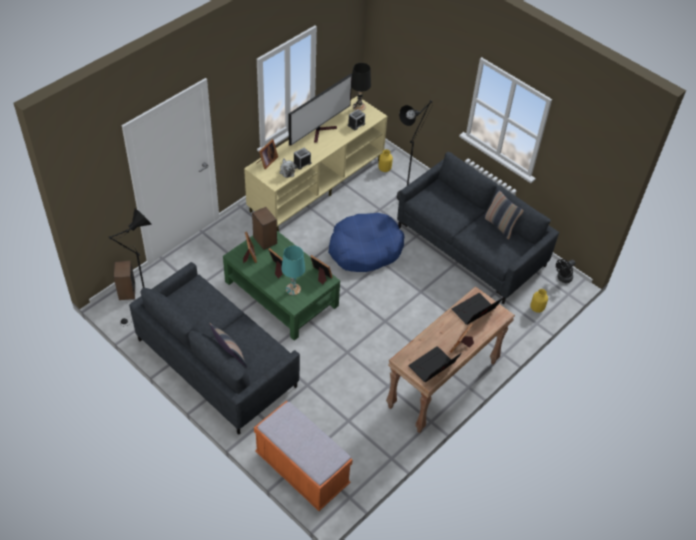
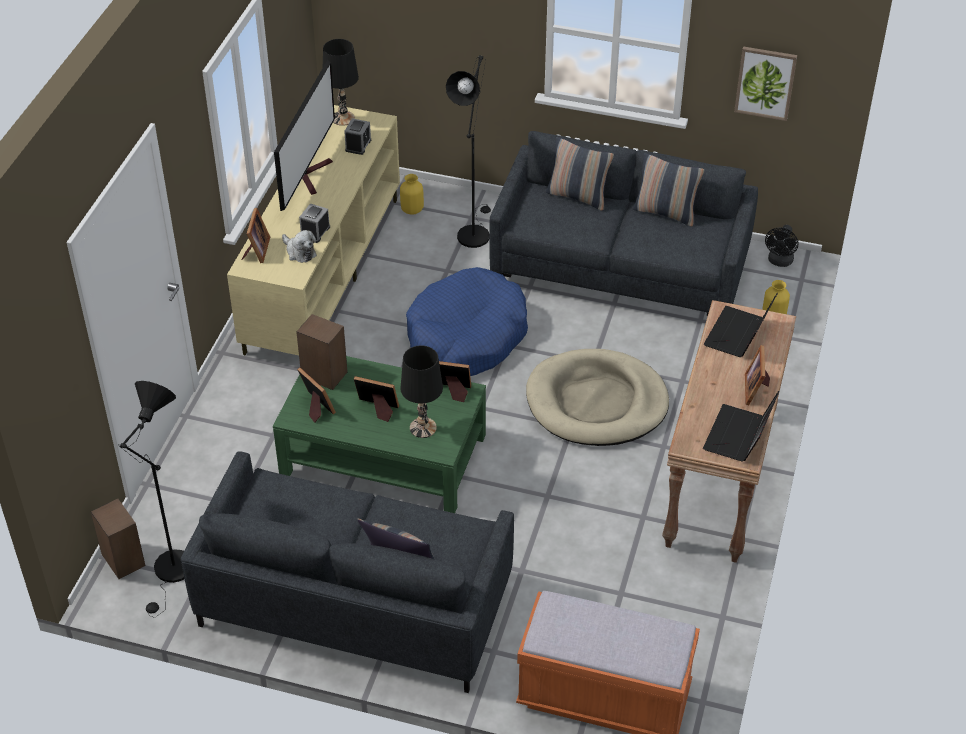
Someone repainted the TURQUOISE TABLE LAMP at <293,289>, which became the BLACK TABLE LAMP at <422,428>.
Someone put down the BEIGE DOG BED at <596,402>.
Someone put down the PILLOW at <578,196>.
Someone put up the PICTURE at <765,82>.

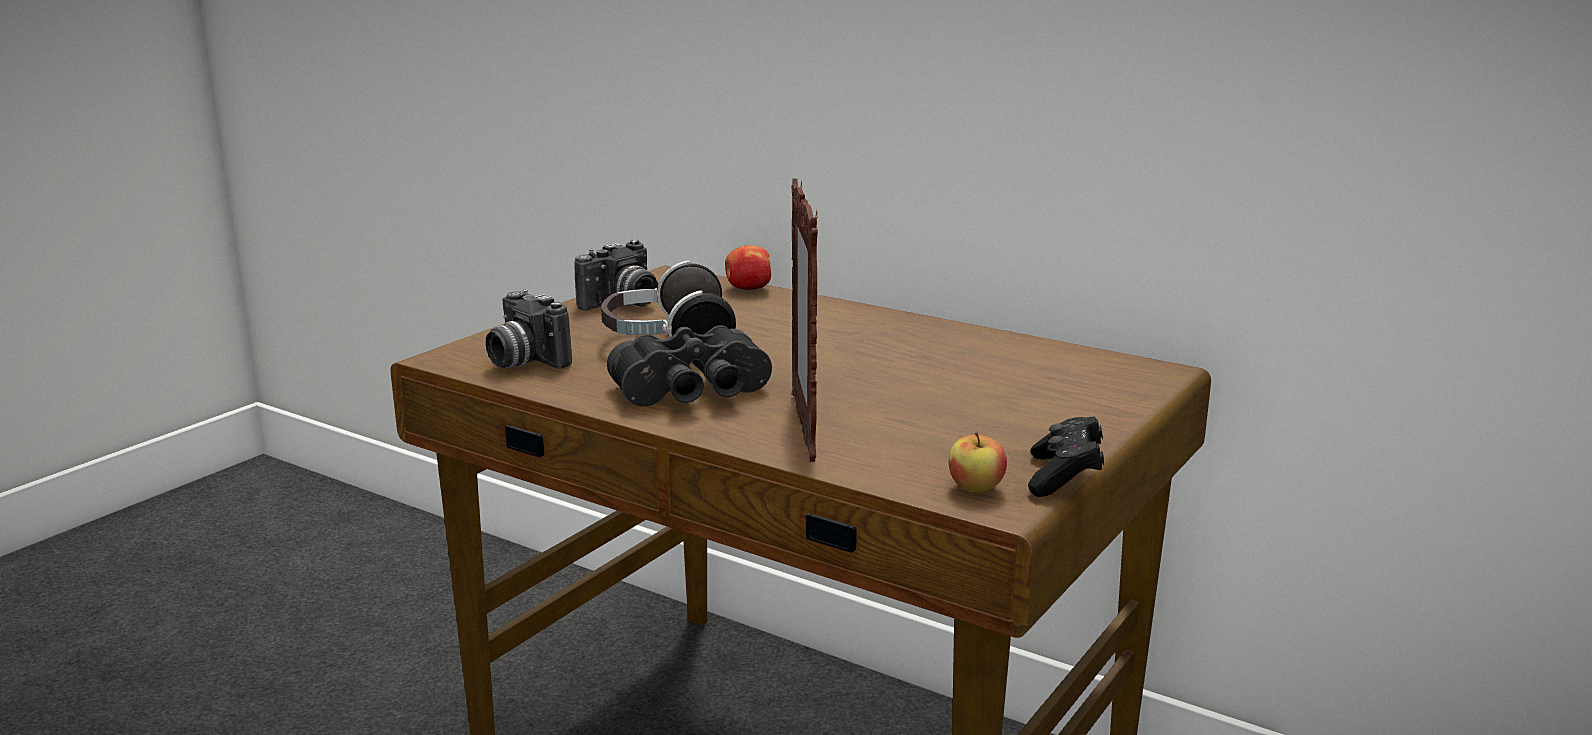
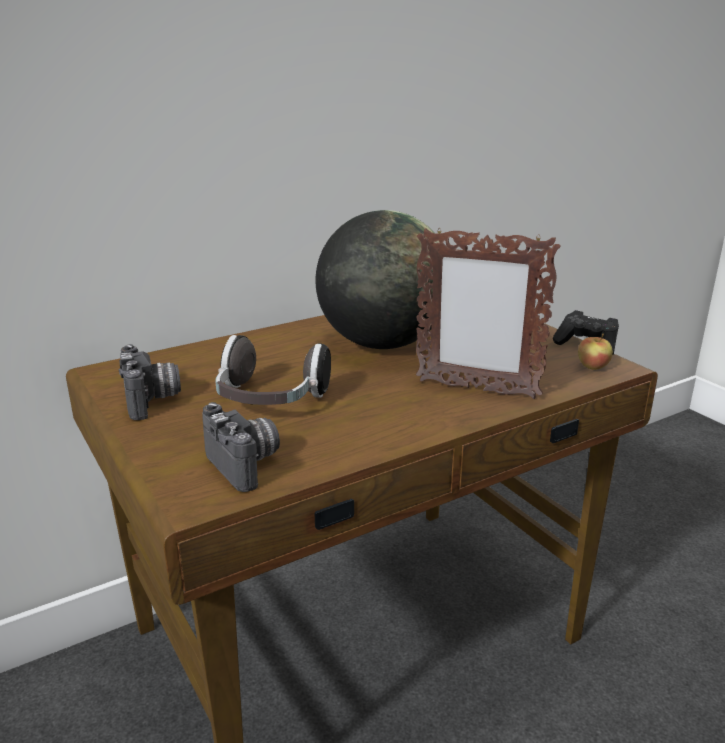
Someone rotated the PHOTO CAMERA at <523,361> by 105 degrees counterclockwise.
Someone took away the BLACK BINOCULARS at <694,394>.
Someone took away the APPLE at <748,289>.
Someone put down the GLOBE at <382,344>.

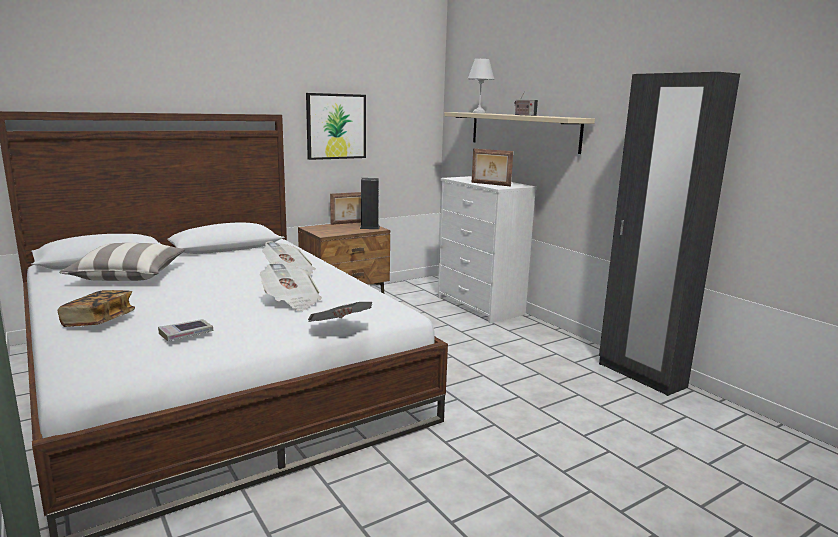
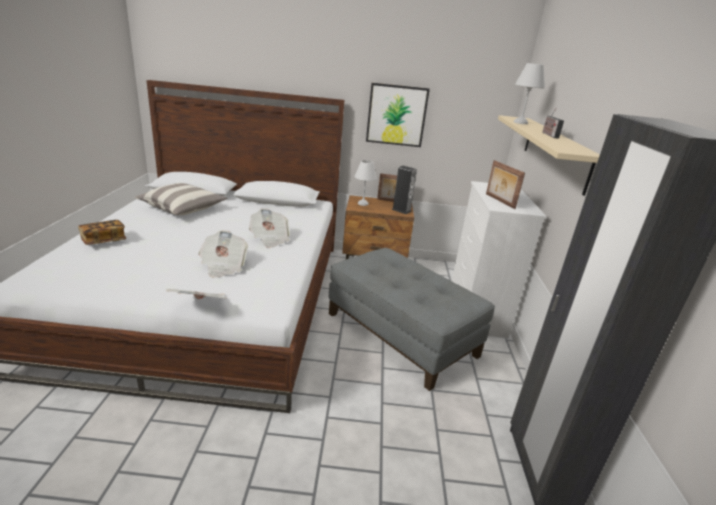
Someone took away the BOOK at <186,334>.
Someone put down the GREY OTTOMAN at <401,334>.
Someone put down the WHITE TABLE LAMP at <363,204>.

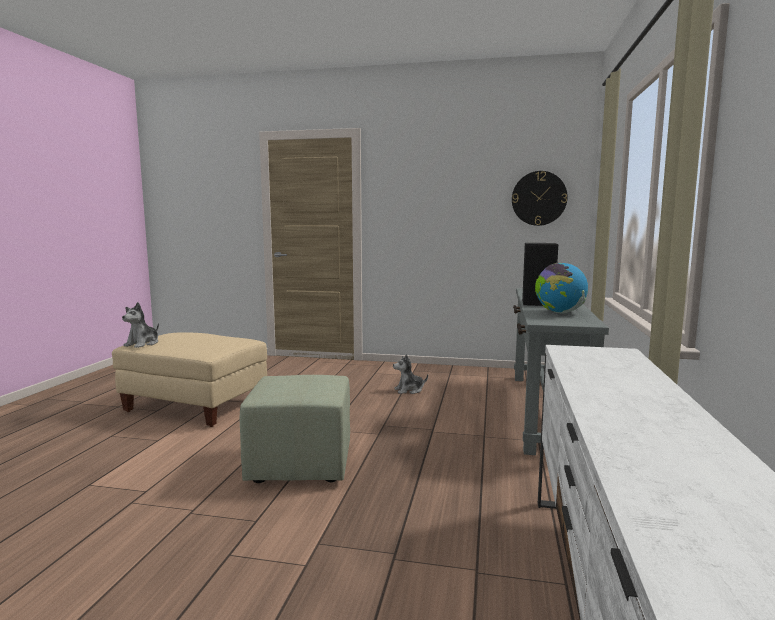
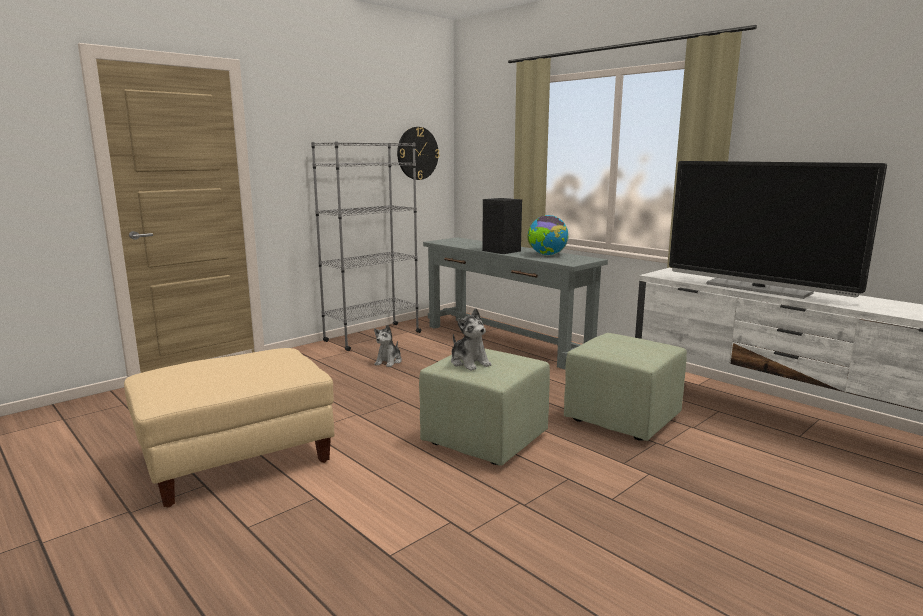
Someone carried the PLUSH TOY from <143,344> to <469,362>.
Someone put down the GREY BOOKCASE at <372,337>.
Someone put down the GREEN OTTOMAN at <624,419>.
Someone put down the TELEVISION at <757,288>.

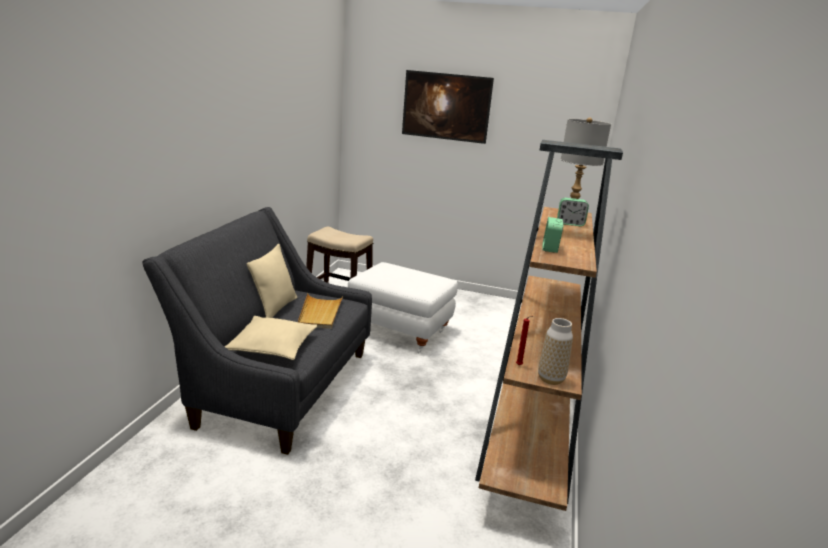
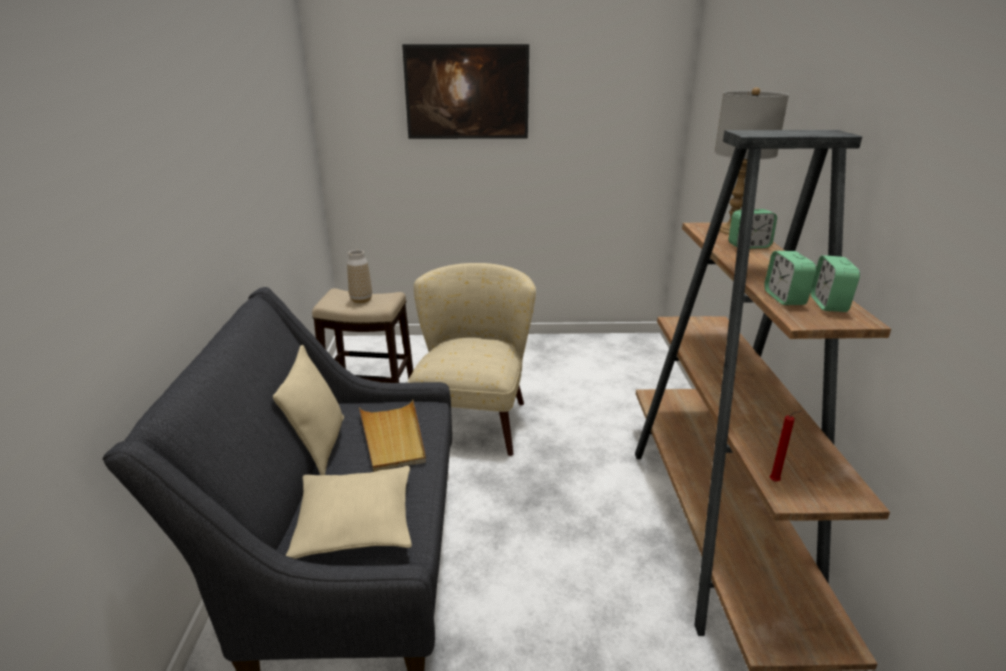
Someone swapped the WHITE OTTOMAN at <400,331> for the BEIGE ARMCHAIR at <474,415>.
Someone carried the VASE from <550,379> to <361,300>.
Someone put down the ALARM CLOCK at <828,304>.

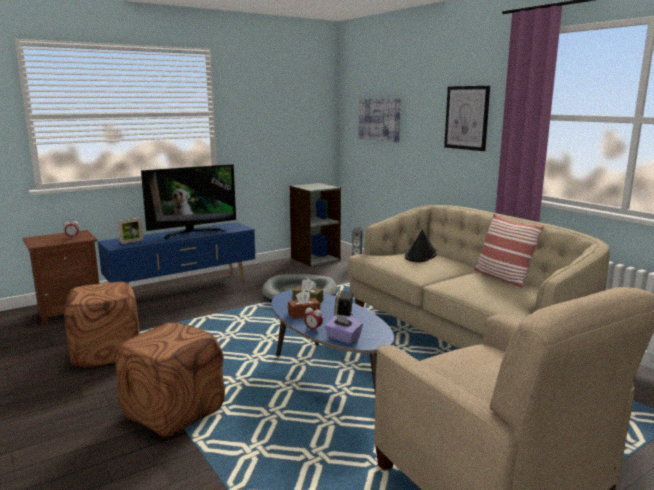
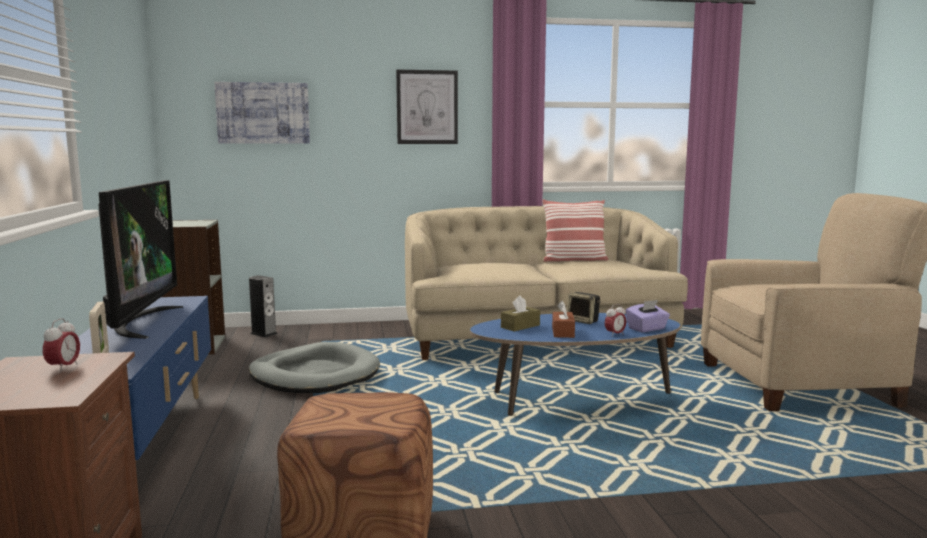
Someone took away the BROWN OTTOMAN at <172,411>.
Someone took away the BLACK HAT at <420,255>.

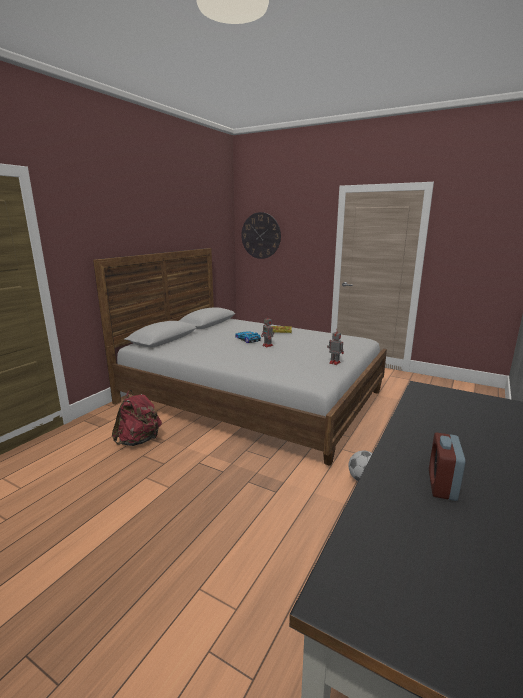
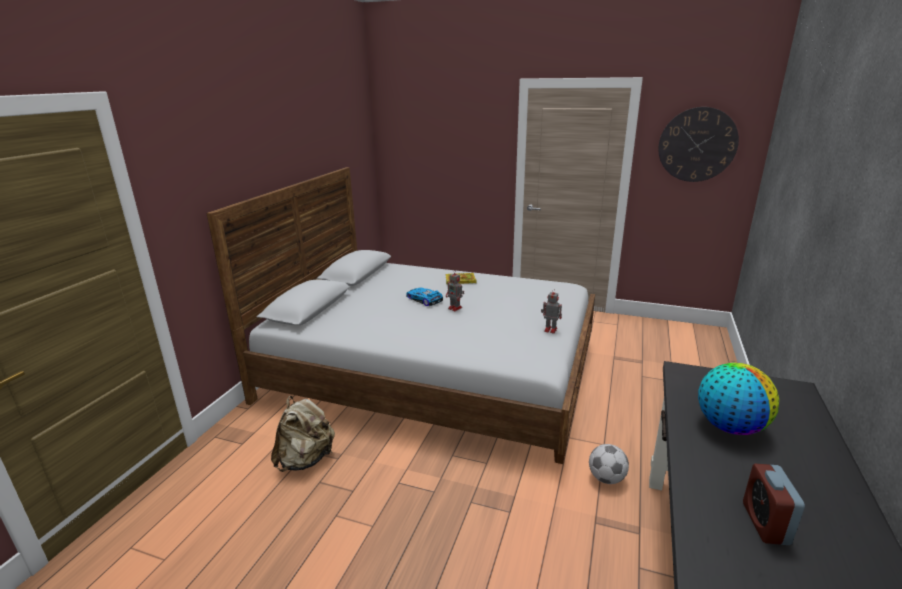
Someone repainted the RED BACKPACK at <139,441>, which became the BEIGE BACKPACK at <306,459>.
Someone carried the WALL CLOCK from <261,235> to <697,145>.
Someone put down the GLOBE at <730,427>.

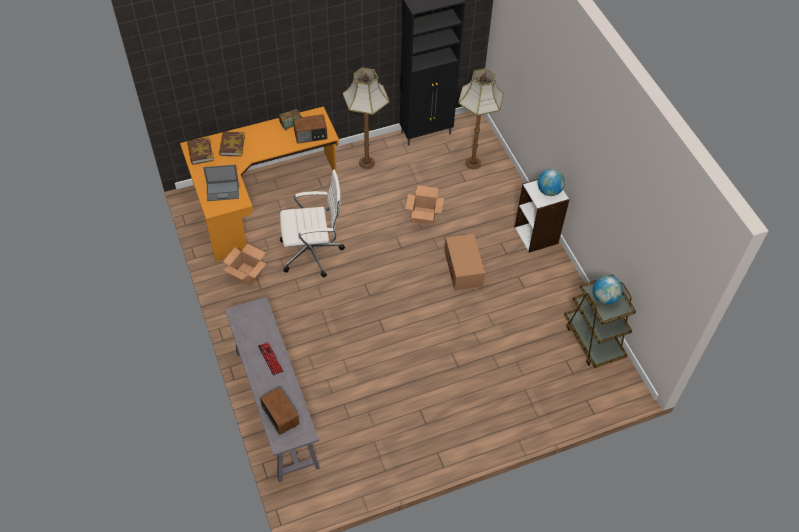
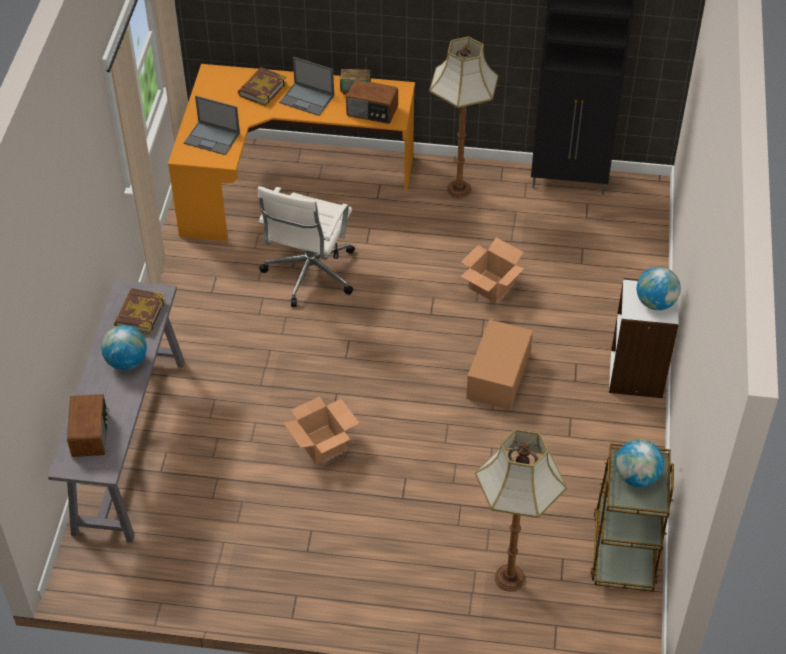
Someone carried the BOOK from <200,153> to <140,314>.
Someone carried the CARDBOARD BOX from <246,274> to <321,444>.
Someone swapped the KEYBOARD at <270,359> for the GLOBE at <126,362>.
Someone rotated the WHITE OFFICE CHAIR at <313,252> by 90 degrees clockwise.
Someone carried the FLOOR LAMP from <473,163> to <509,579>.
Someone put down the LAPTOP at <307,99>.

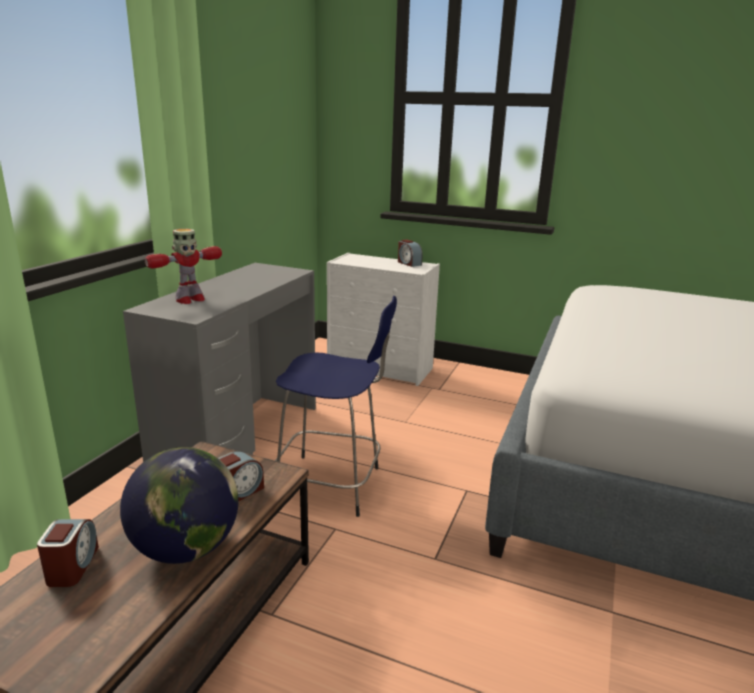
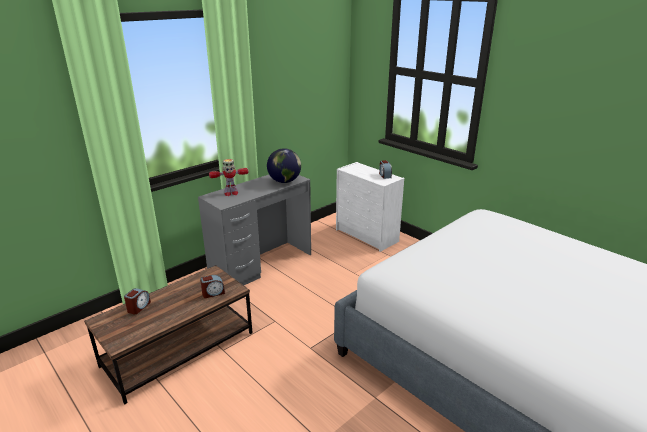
Someone carried the GLOBE from <187,548> to <285,181>.
Someone took away the BLUE STOOL at <332,485>.

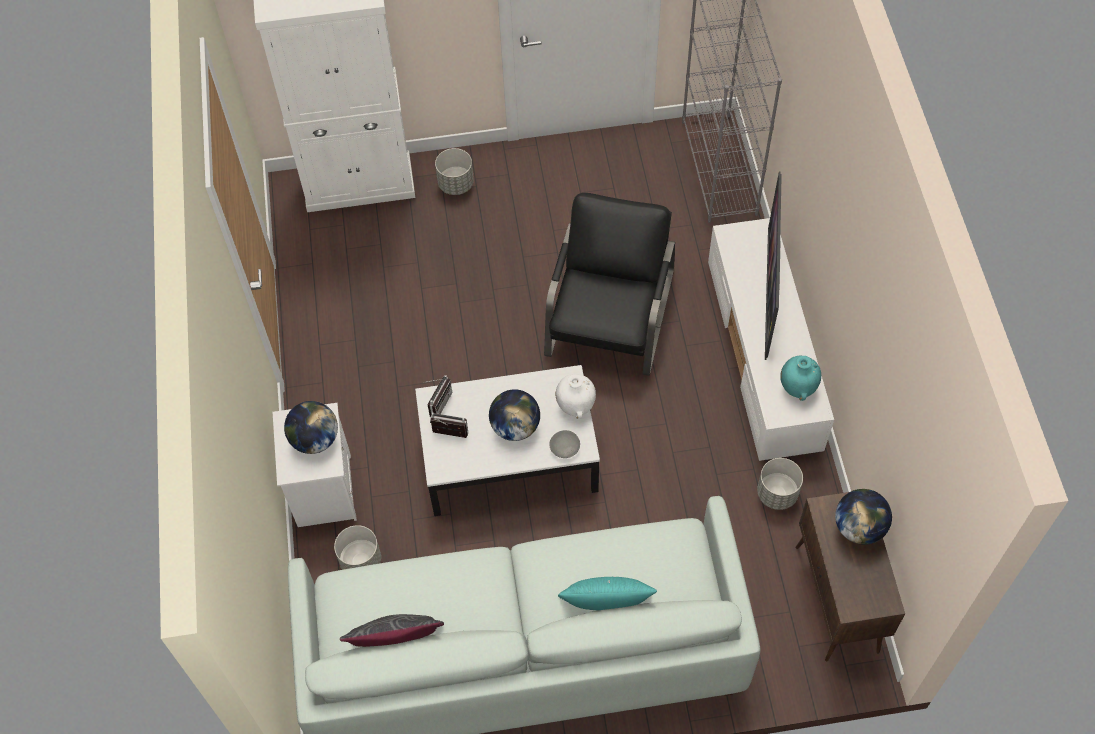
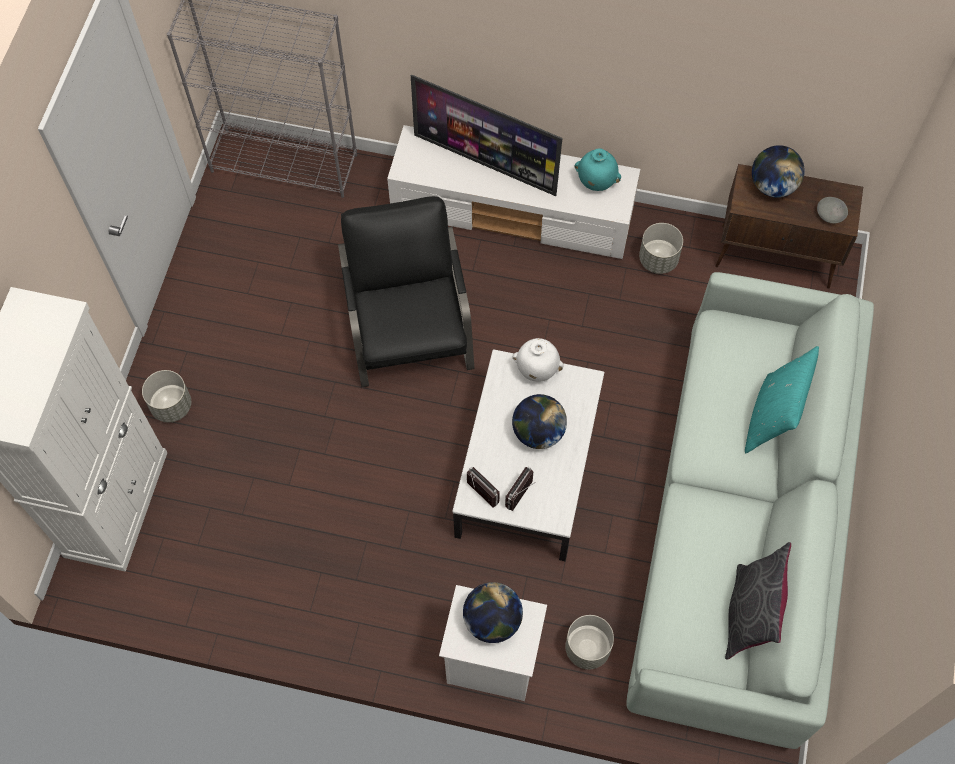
Someone rotated the BLACK ARMCHAIR at <609,316> by 45 degrees clockwise.
Someone carried the GREY BOWL from <564,448> to <831,214>.

